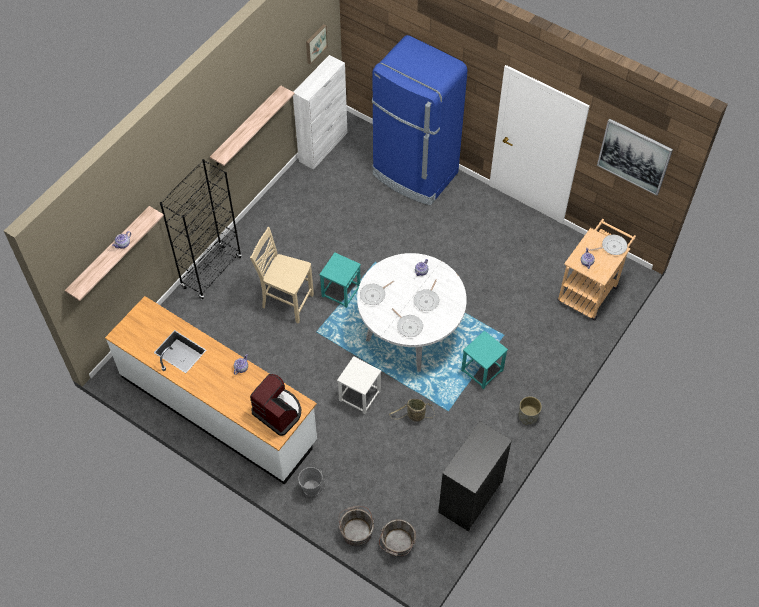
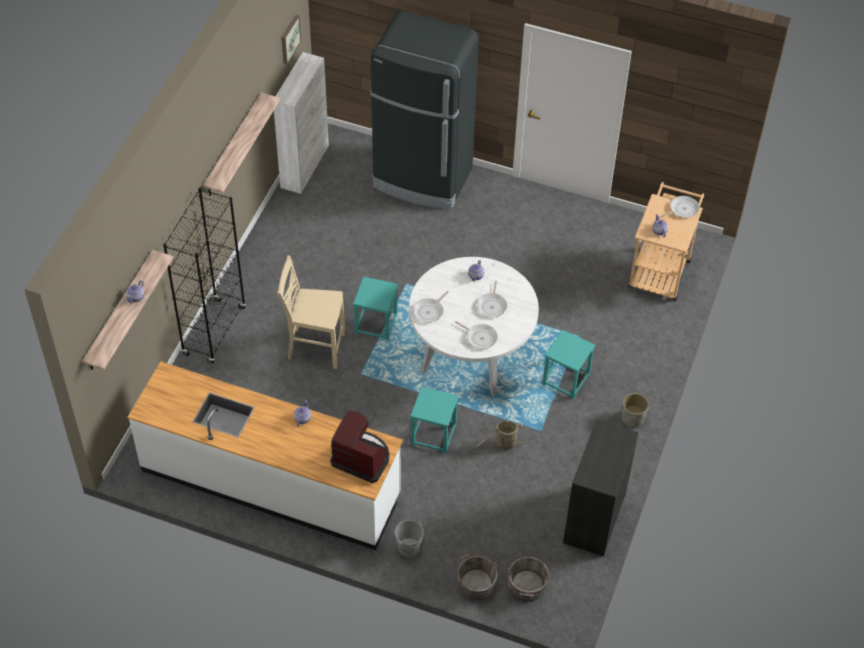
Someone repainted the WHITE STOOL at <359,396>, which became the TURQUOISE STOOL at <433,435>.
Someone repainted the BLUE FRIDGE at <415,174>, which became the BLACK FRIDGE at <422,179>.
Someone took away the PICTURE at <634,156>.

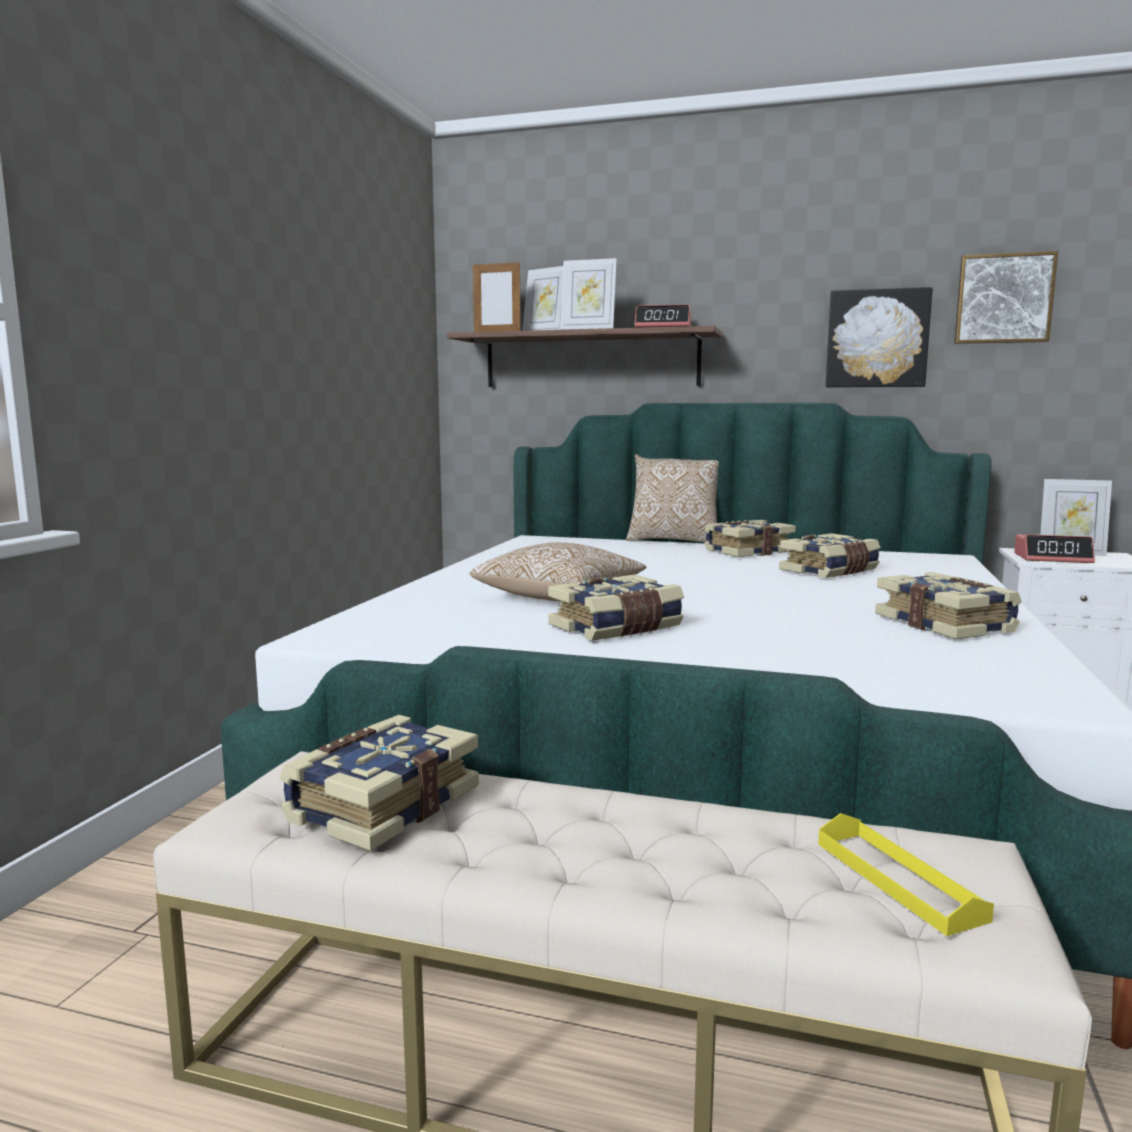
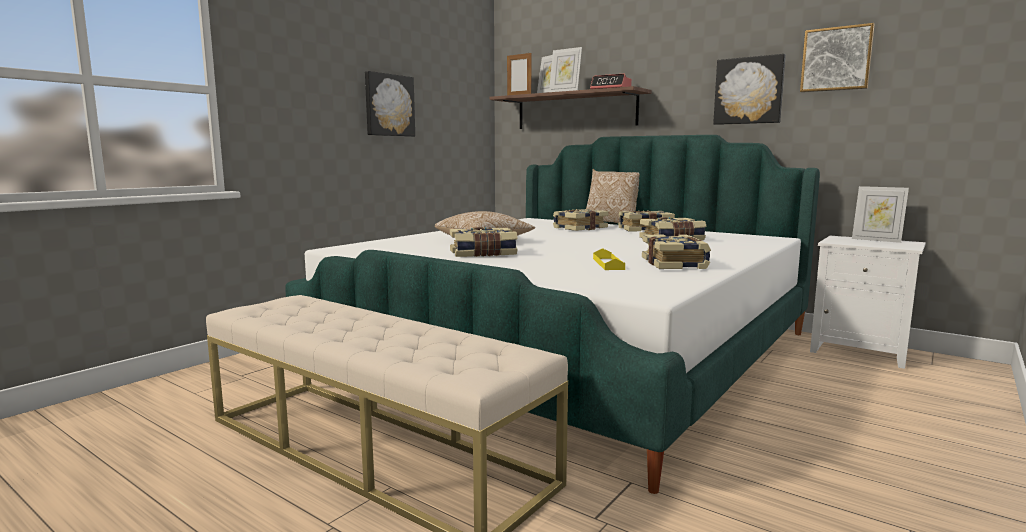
Someone carried the BOOK from <381,804> to <579,228>.
Someone carried the YELLOW TRAY from <898,880> to <608,264>.
Someone took away the ALARM CLOCK at <1053,558>.
Someone put up the PICTURE at <388,105>.

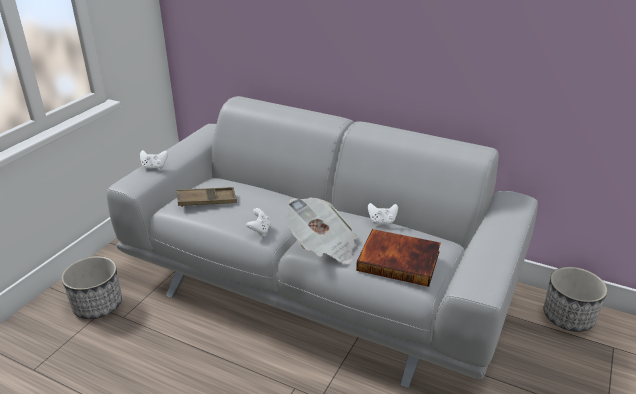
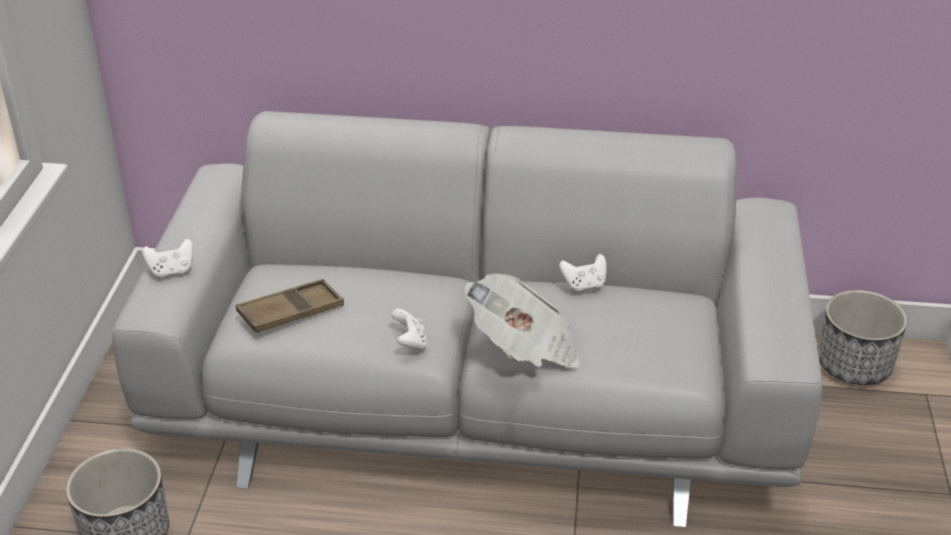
Someone took away the BOOK at <399,260>.

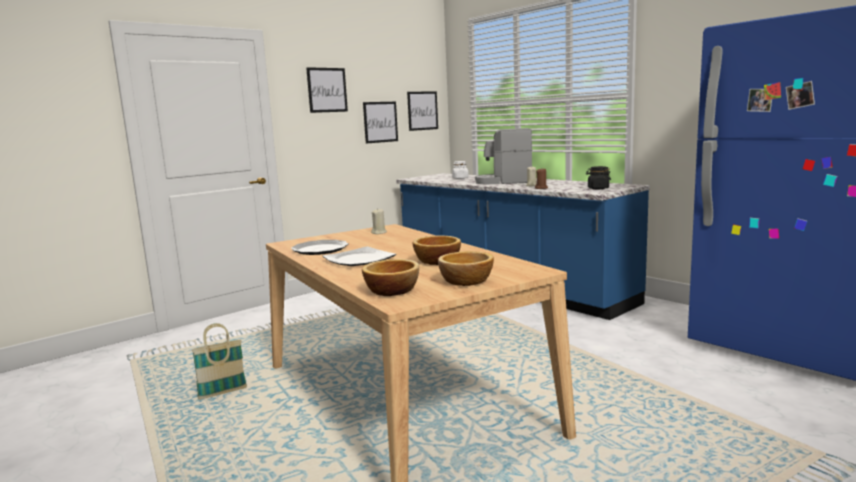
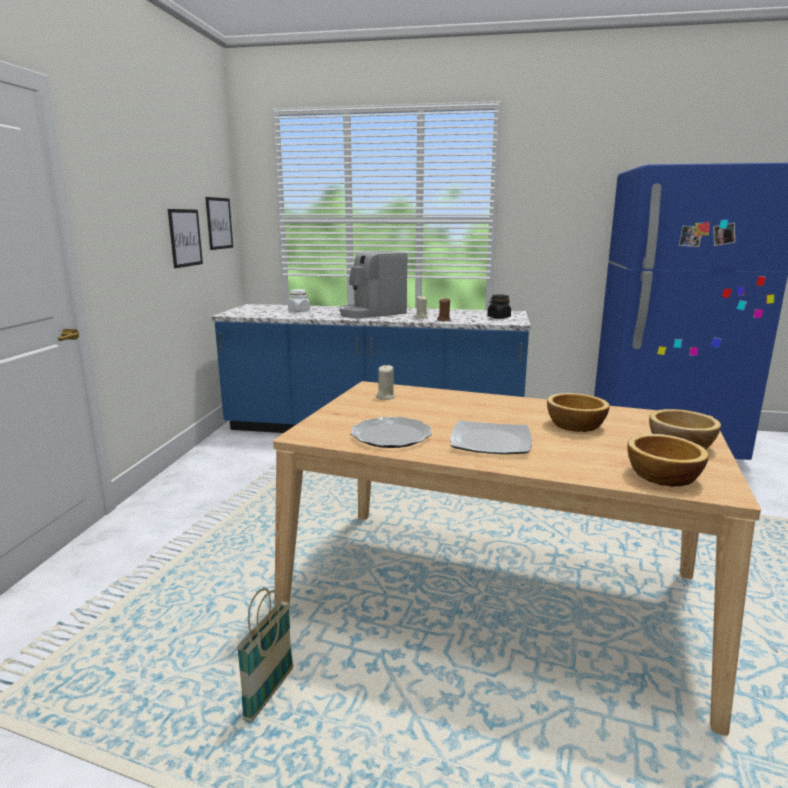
Someone took away the PICTURE at <327,90>.

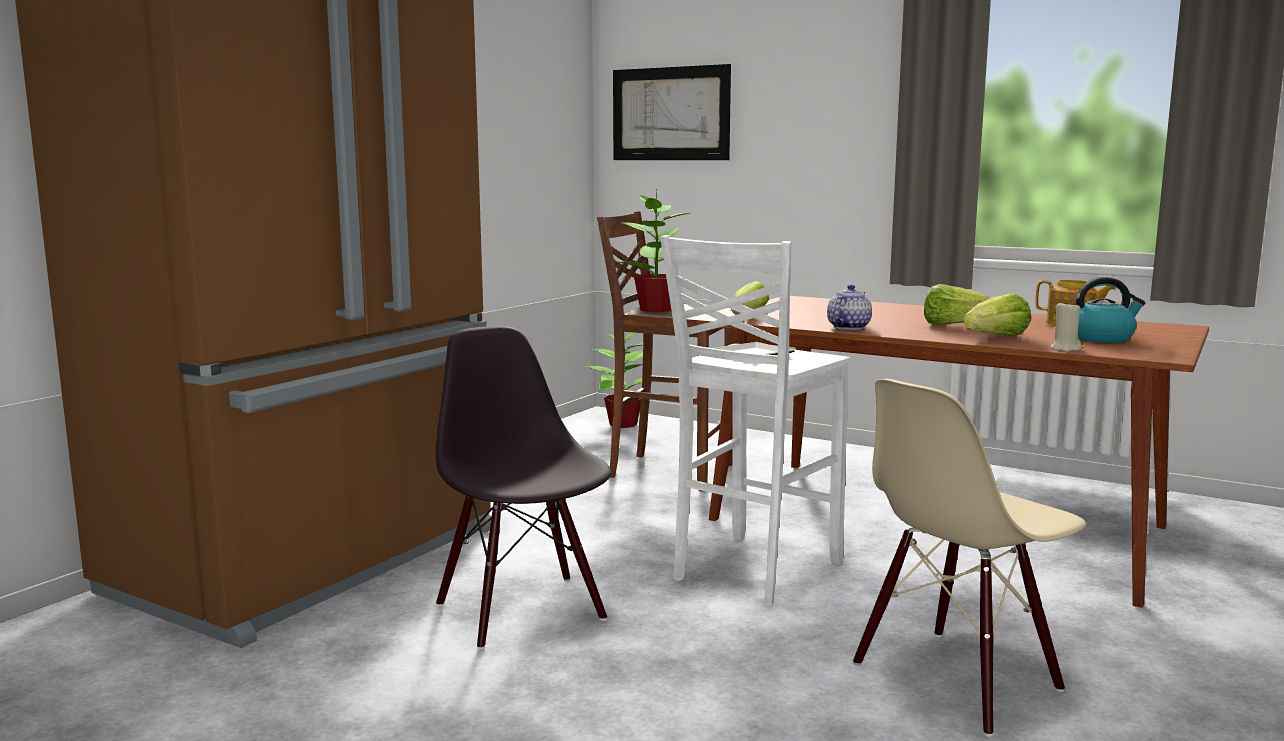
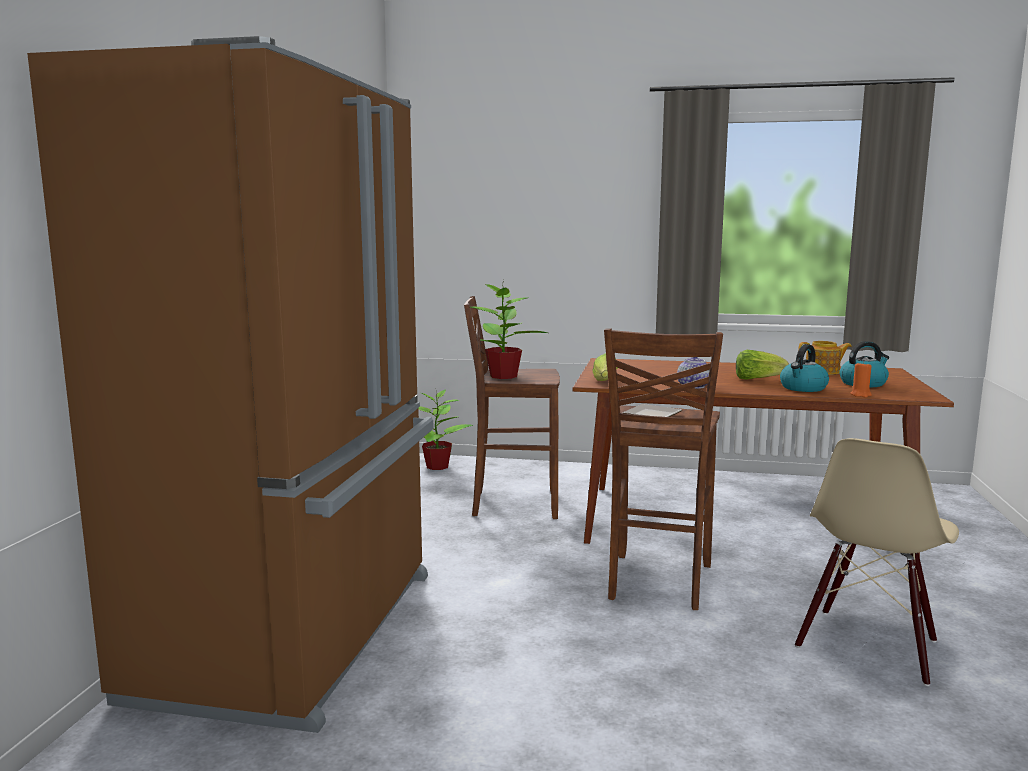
Someone took away the BLACK CHAIR at <523,611>.
Someone took away the PICTURE at <670,114>.
Someone repainted the WHITE STOOL at <752,571>, which became the BROWN STOOL at <657,583>.
Someone swapped the LETTUCE at <997,337> for the KETTLE at <803,388>.
Someone repainted the BEIGE CANDLE at <1065,349>, which became the ORANGE CANDLE at <861,395>.

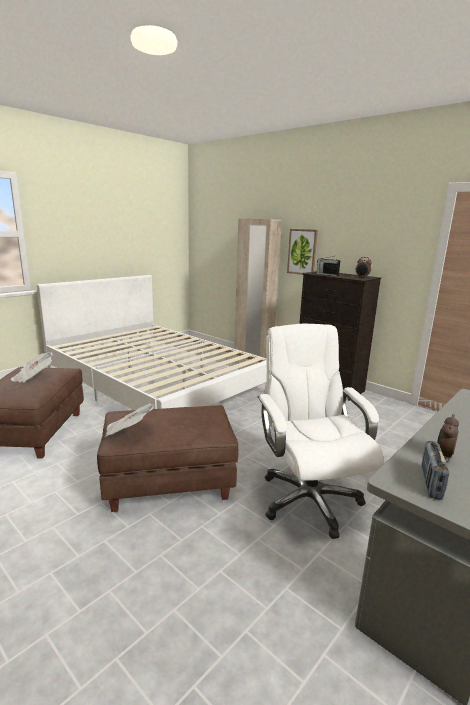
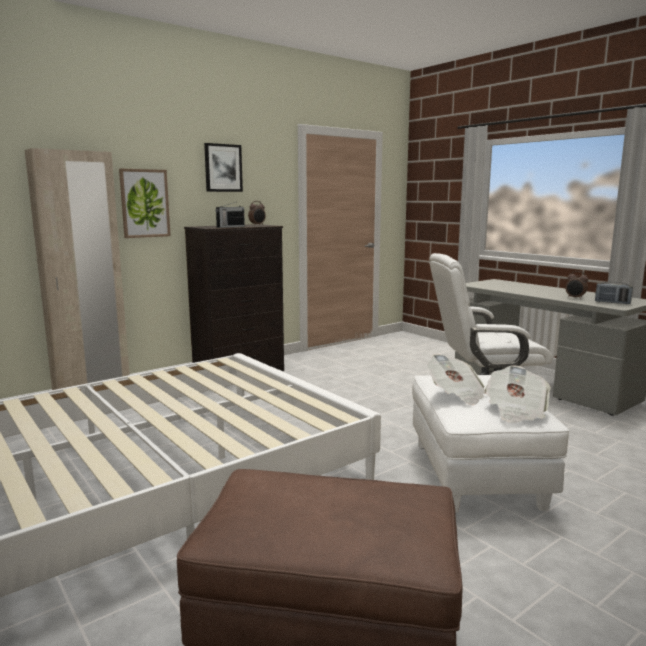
Someone carried the NEWSPAPER from <33,377> to <456,394>.
Someone repainted the BROWN OTTOMAN at <169,483>, which became the WHITE OTTOMAN at <476,475>.
Someone put up the PICTURE at <223,168>.

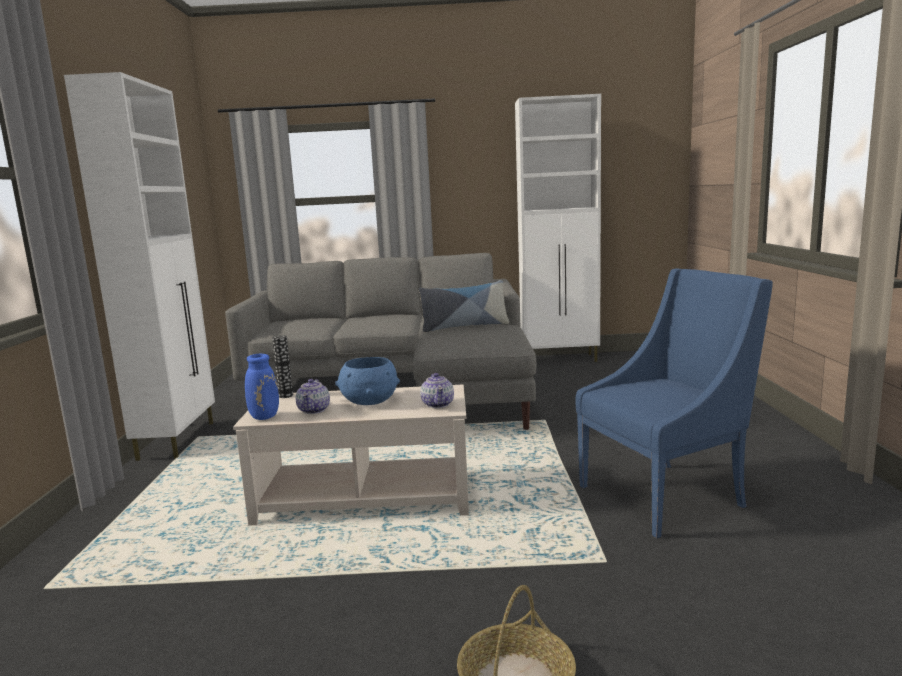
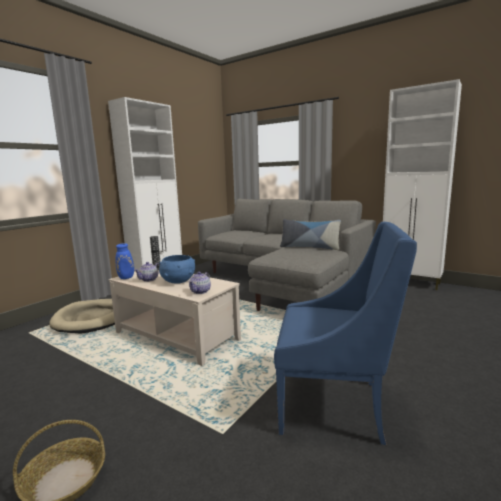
Someone put down the BEIGE DOG BED at <93,318>.

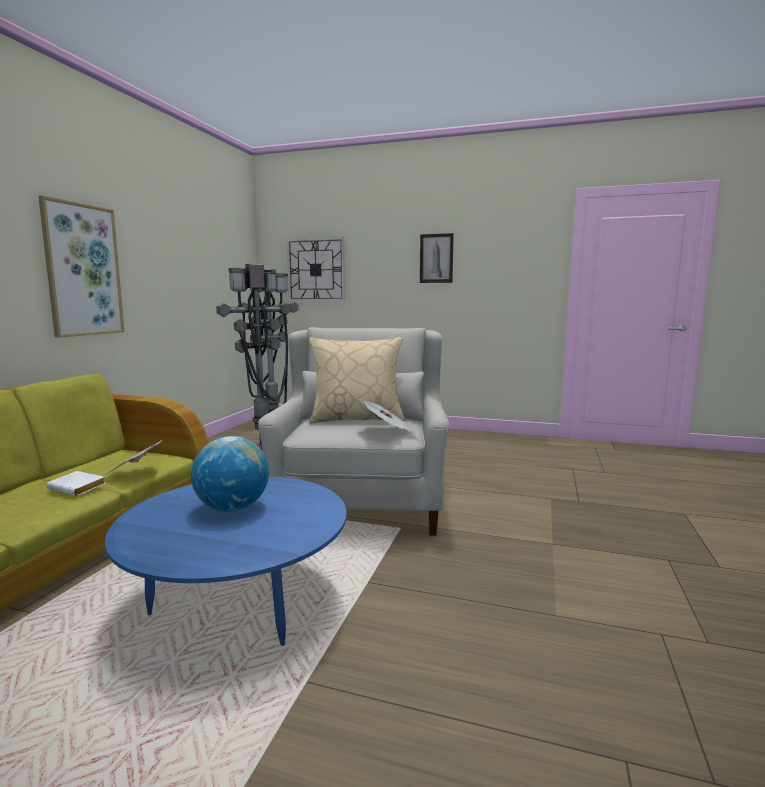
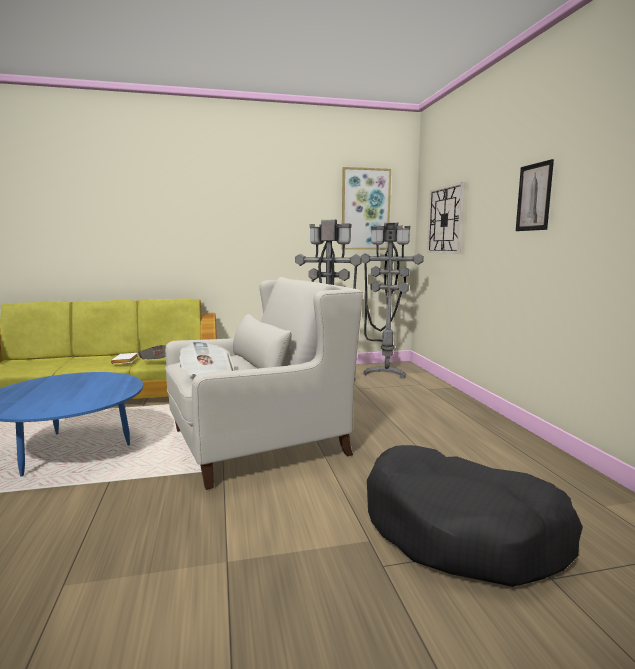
Someone carried the PICTURE from <83,270> to <365,209>.
Someone took away the GLOBE at <232,508>.
Someone took away the BEIGE PILLOW at <357,419>.
Someone put down the BLACK DOG BED at <462,531>.

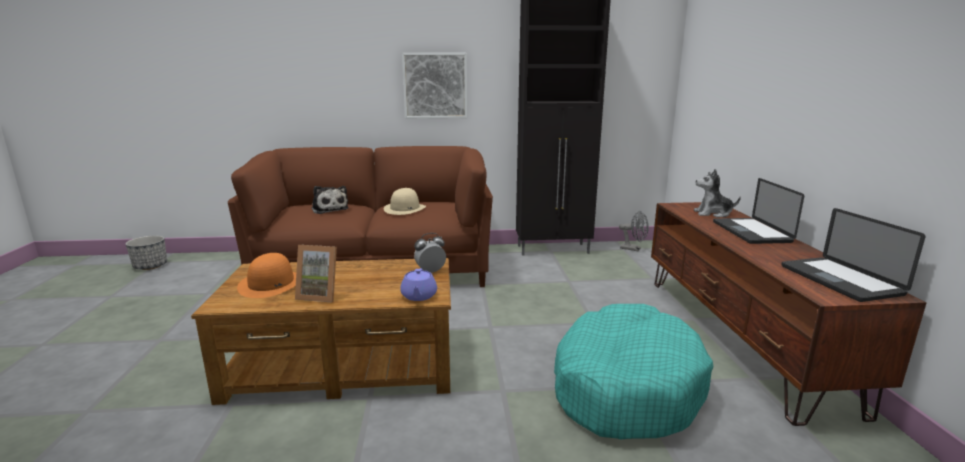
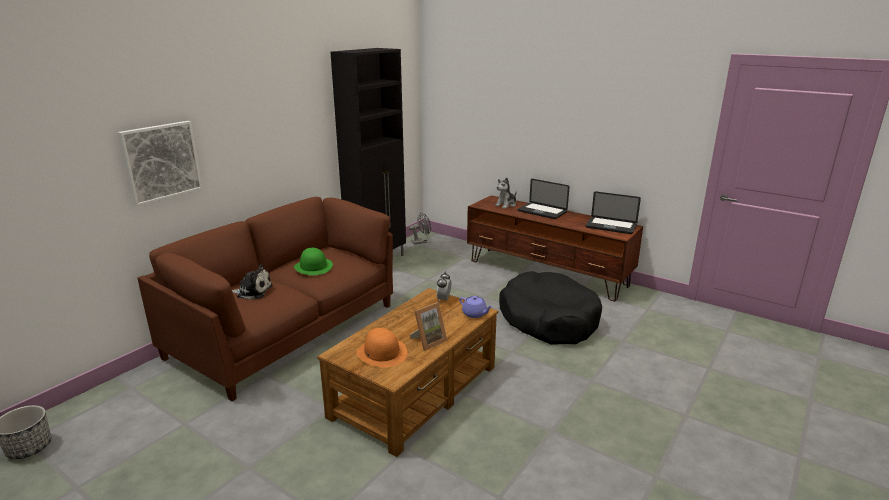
Someone repainted the BEIGE HAT at <405,209>, which became the GREEN HAT at <313,267>.
Someone carried the PICTURE from <435,86> to <161,162>.
Someone repainted the TURQUOISE DOG BED at <625,386>, which became the BLACK DOG BED at <548,319>.

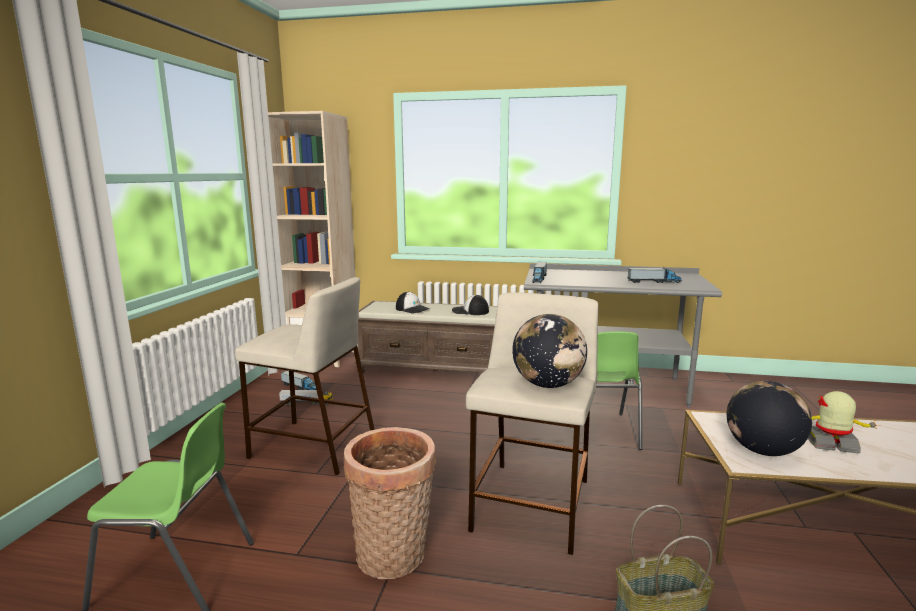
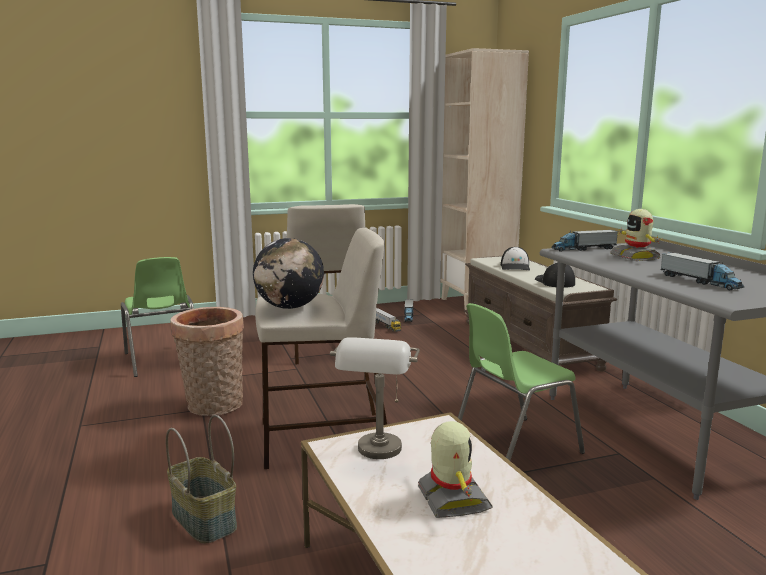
Someone swapped the GLOBE at <762,450> for the GREY TABLE LAMP at <378,456>.
Someone put down the TOY ROBOT at <635,257>.

